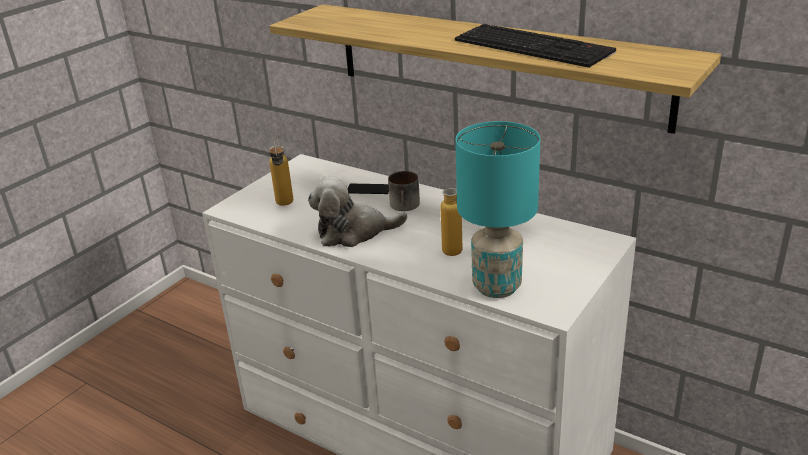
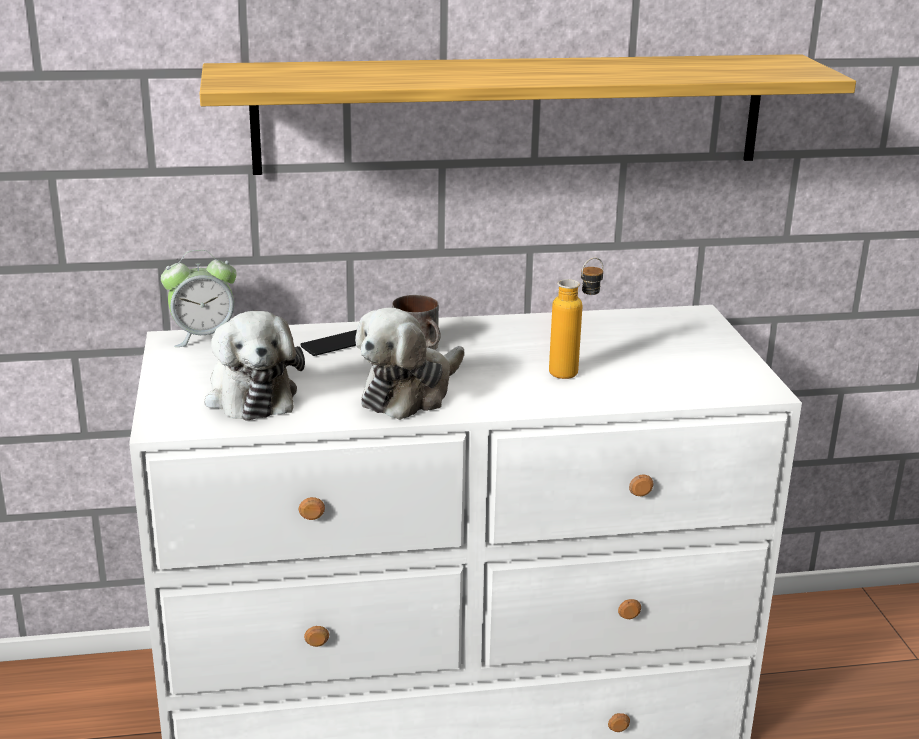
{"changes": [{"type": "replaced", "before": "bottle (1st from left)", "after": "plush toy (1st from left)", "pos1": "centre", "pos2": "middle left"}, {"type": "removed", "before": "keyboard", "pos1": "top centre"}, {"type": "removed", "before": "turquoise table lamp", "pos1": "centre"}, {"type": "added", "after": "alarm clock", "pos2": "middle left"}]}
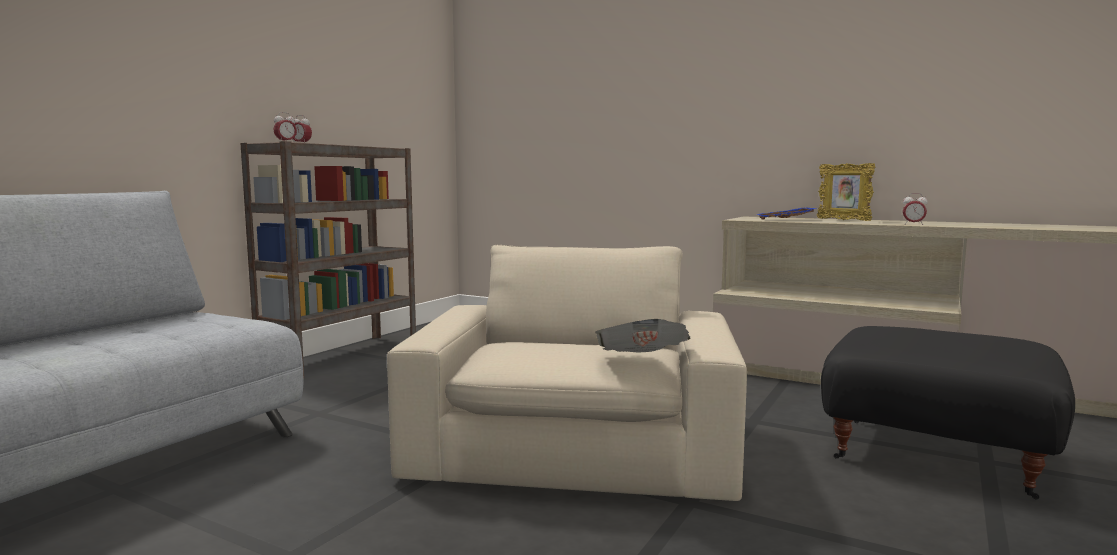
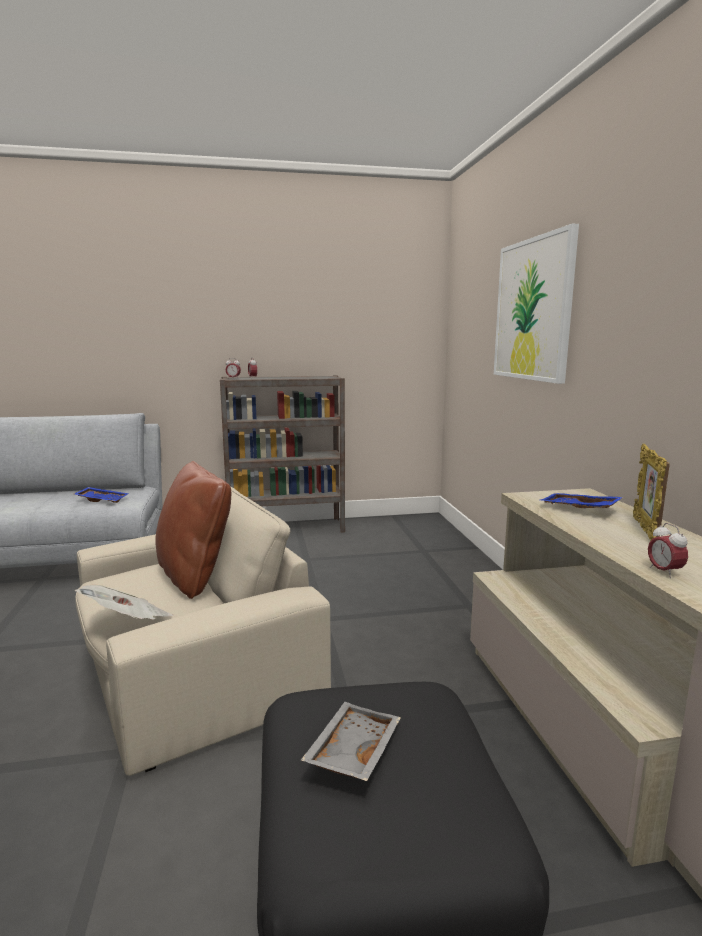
{"changes": [{"type": "added", "after": "blue tray (1st from left)", "pos2": "middle left"}, {"type": "added", "after": "brown pillow", "pos2": "middle left"}, {"type": "added", "after": "grey tray", "pos2": "bottom centre"}, {"type": "added", "after": "picture", "pos2": "top right"}]}
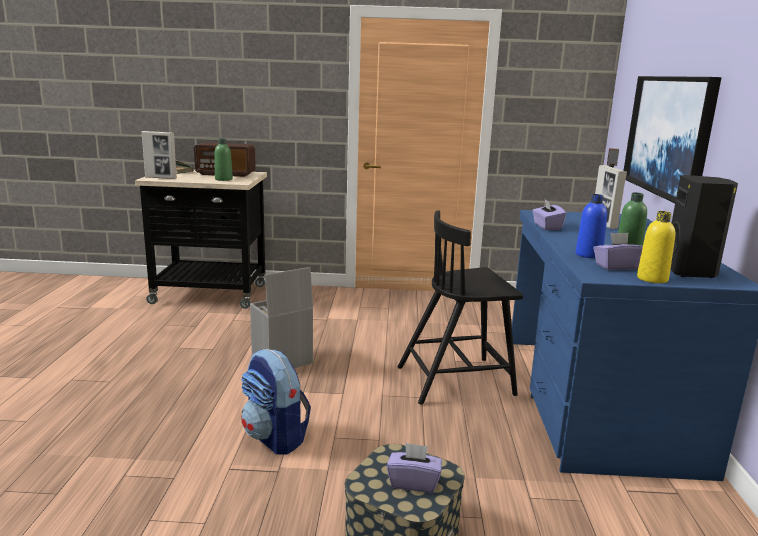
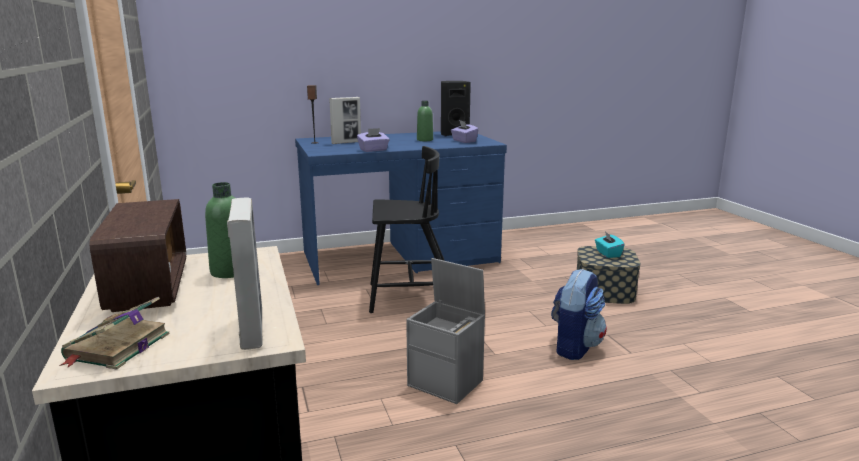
{"changes": [{"type": "recoloured", "before": "purple tissue box (1st from left)", "after": "turquoise tissue box", "pos1": "bottom centre", "pos2": "middle right"}, {"type": "turned", "before": "black chair", "pos1": "centre", "pos2": "centre", "turn": -60}, {"type": "removed", "before": "blue bottle", "pos1": "middle right"}, {"type": "removed", "before": "picture", "pos1": "top right"}, {"type": "removed", "before": "yellow bottle", "pos1": "middle right"}]}
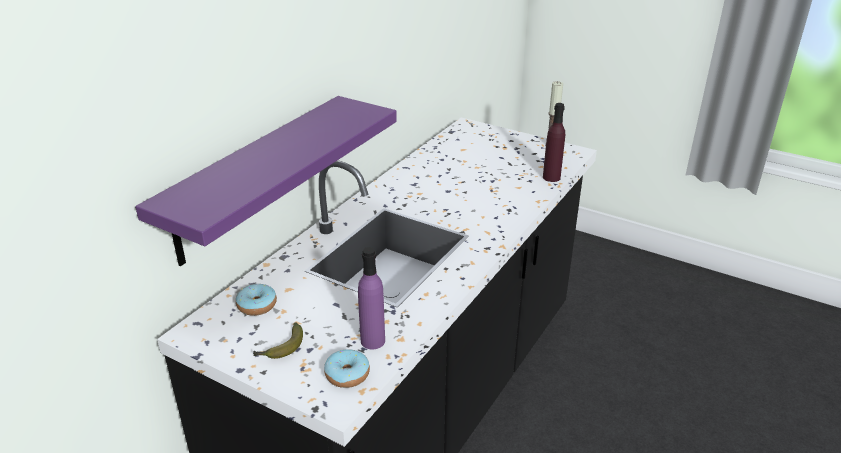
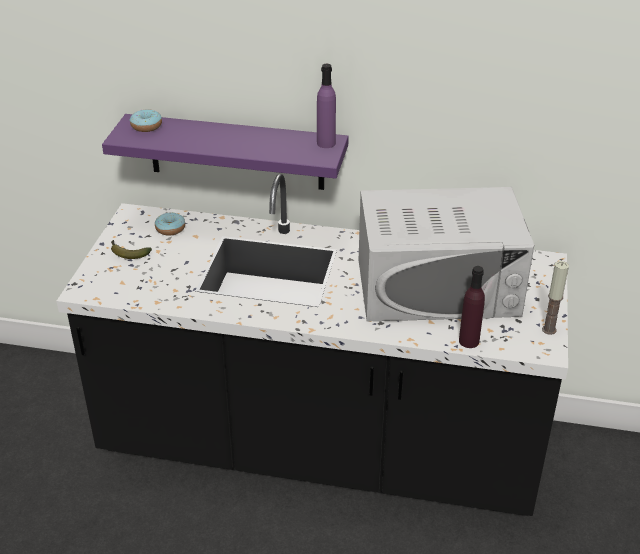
{"changes": [{"type": "moved", "before": "donut (2nd from left in the first image)", "after": "donut (1st from left)", "pos1": "bottom centre", "pos2": "top left"}, {"type": "moved", "before": "purple bottle (1st from left)", "pos1": "centre", "pos2": "top centre"}, {"type": "added", "after": "white microwave", "pos2": "middle right"}]}
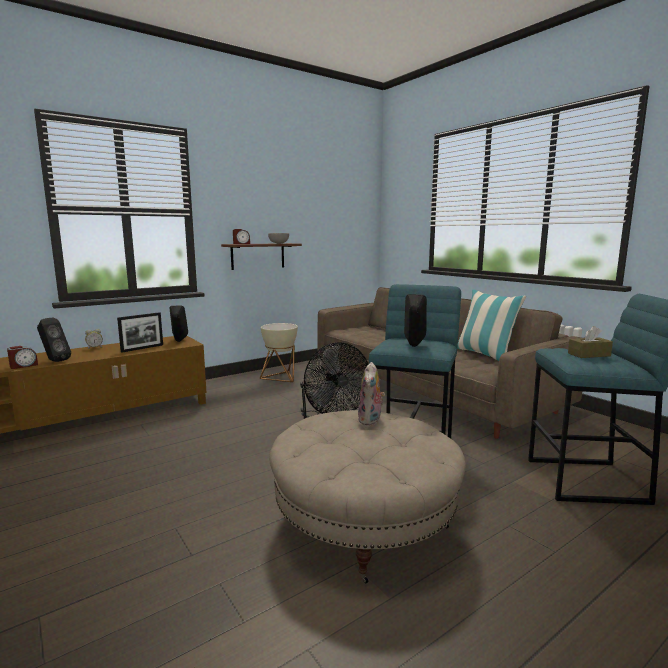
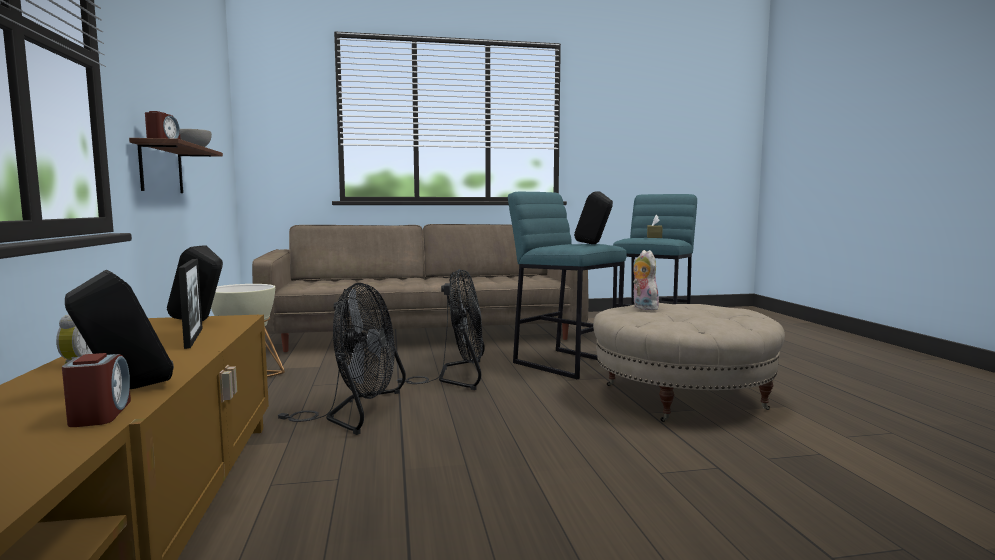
{"changes": [{"type": "turned", "before": "plush toy", "pos1": "centre", "pos2": "centre", "turn": -150}, {"type": "removed", "before": "pillow", "pos1": "middle right"}, {"type": "added", "after": "black fan (1st from left)", "pos2": "centre"}]}
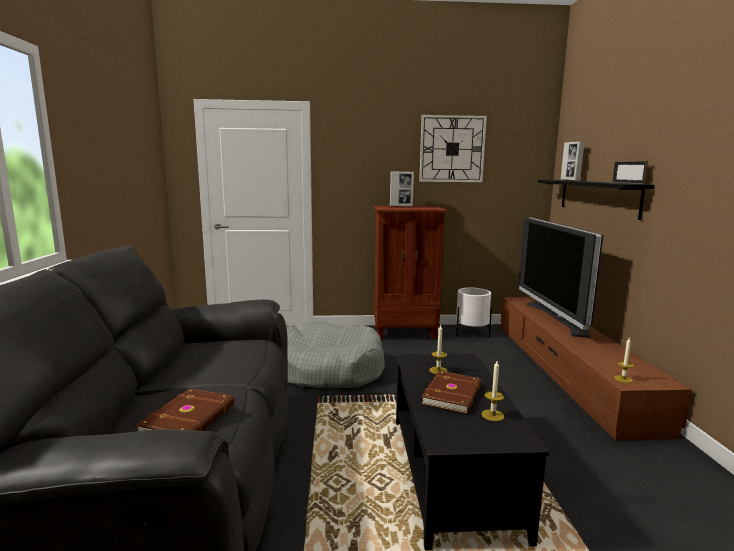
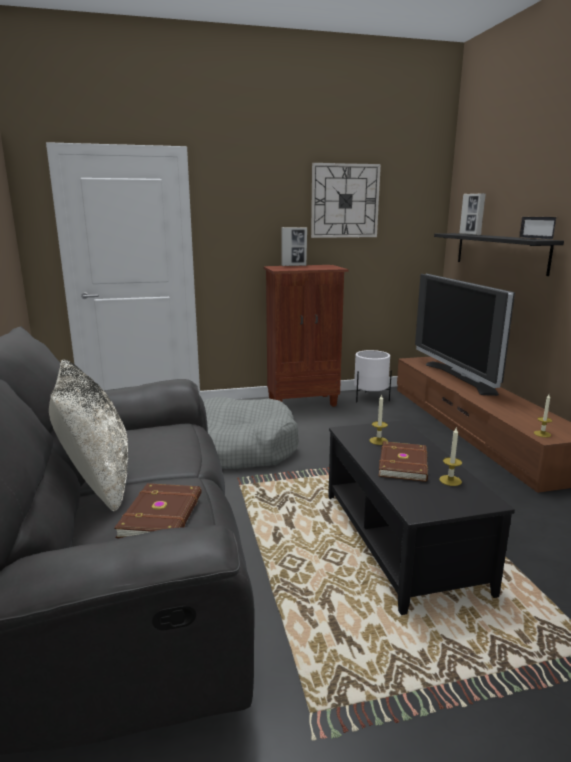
{"changes": [{"type": "added", "after": "beige pillow", "pos2": "middle left"}]}
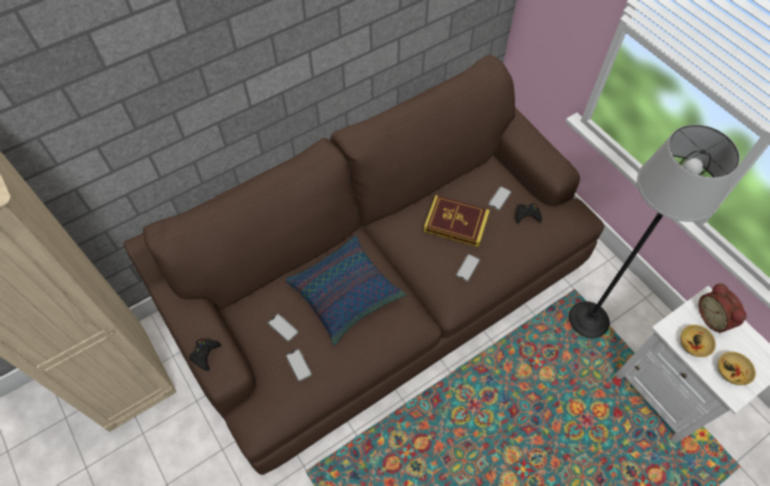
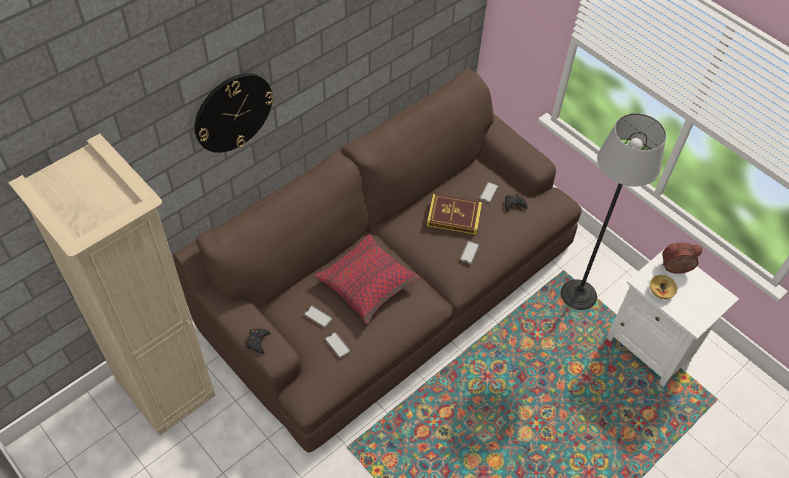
{"changes": [{"type": "recoloured", "before": "blue pillow", "after": "red pillow", "pos1": "centre", "pos2": "centre"}, {"type": "turned", "before": "alarm clock", "pos1": "middle right", "pos2": "middle right", "turn": 120}, {"type": "removed", "before": "beige bowl (2nd from left)", "pos1": "bottom right"}, {"type": "added", "after": "wall clock", "pos2": "top left"}]}
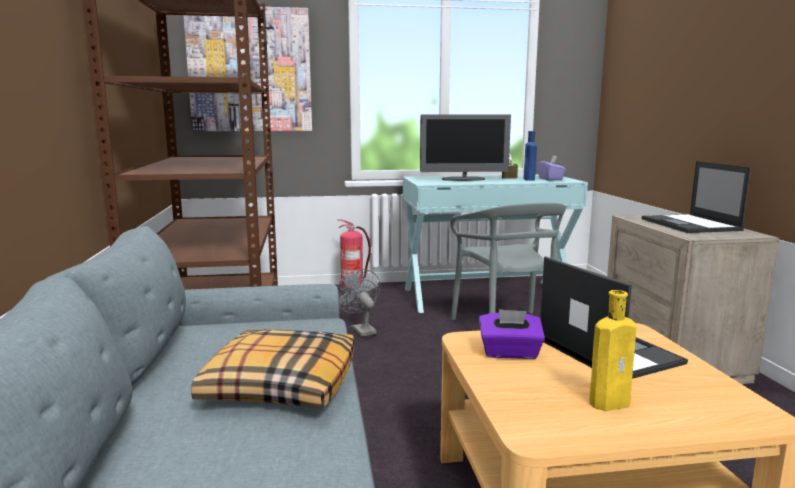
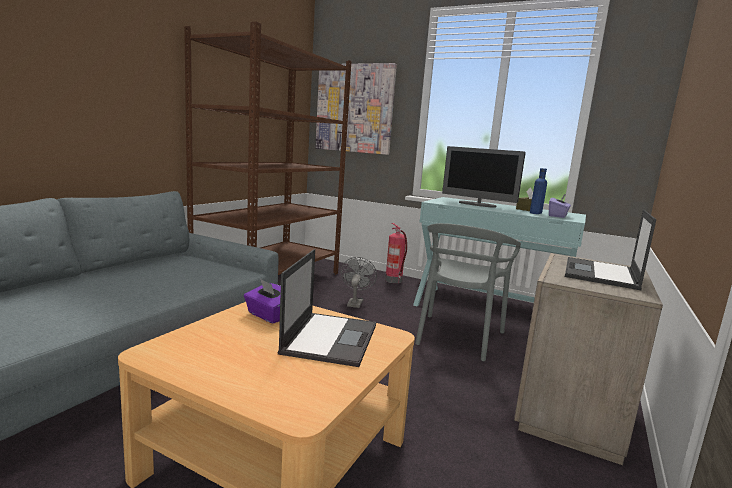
{"changes": [{"type": "removed", "before": "pillow", "pos1": "bottom centre"}, {"type": "removed", "before": "yellow bottle", "pos1": "bottom right"}]}
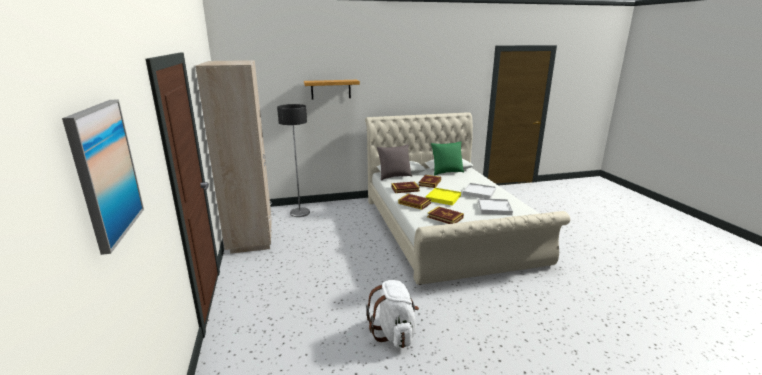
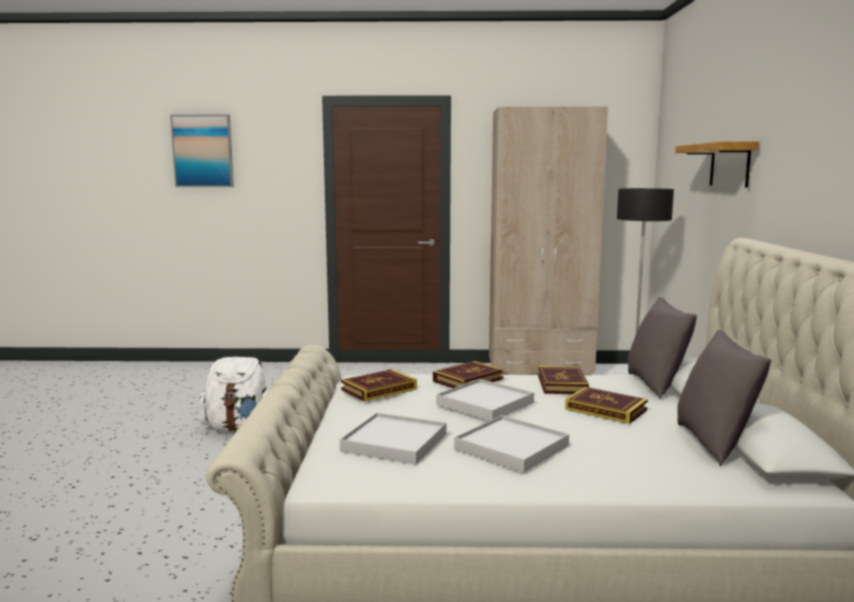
{"changes": [{"type": "recoloured", "before": "yellow tray", "after": "white tray (2nd from left)", "pos1": "centre", "pos2": "centre"}, {"type": "recoloured", "before": "green pillow", "after": "grey pillow (2nd from left)", "pos1": "centre", "pos2": "middle right"}]}
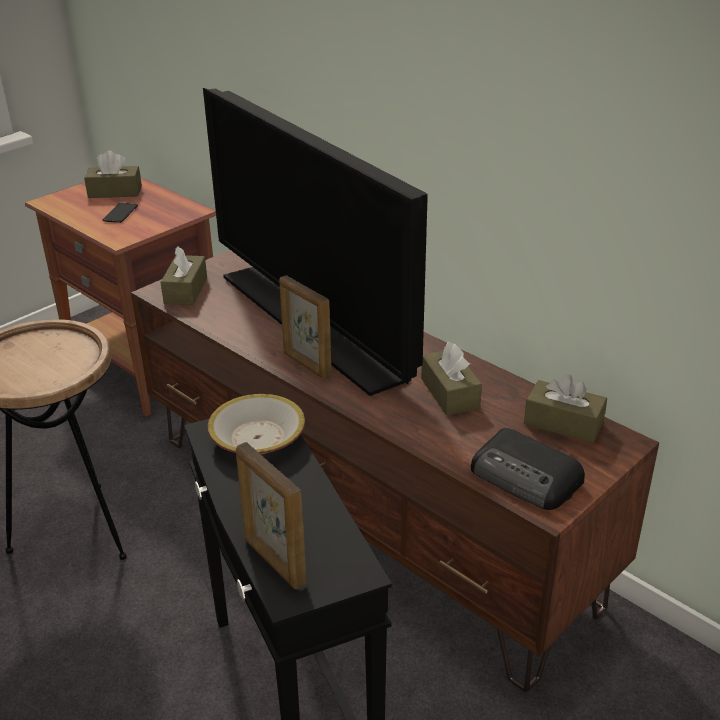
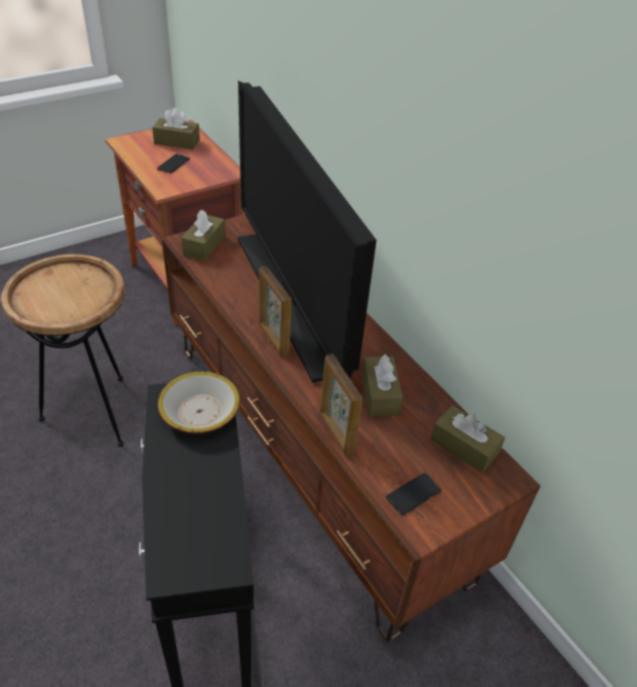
{"changes": [{"type": "moved", "before": "picture frame (1st from left in the first image)", "after": "picture frame (2nd from left)", "pos1": "bottom centre", "pos2": "centre"}, {"type": "replaced", "before": "radio", "after": "phone (2nd from left)", "pos1": "middle right", "pos2": "bottom centre"}]}
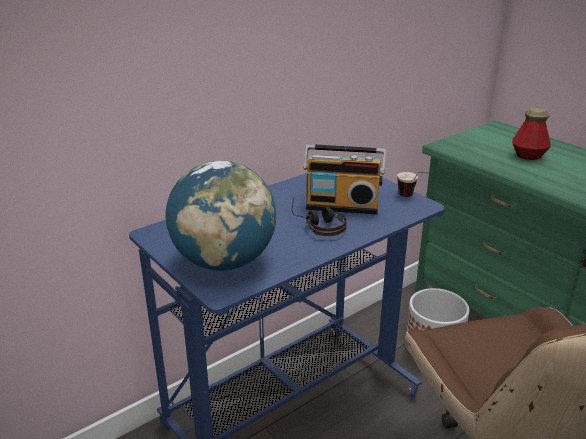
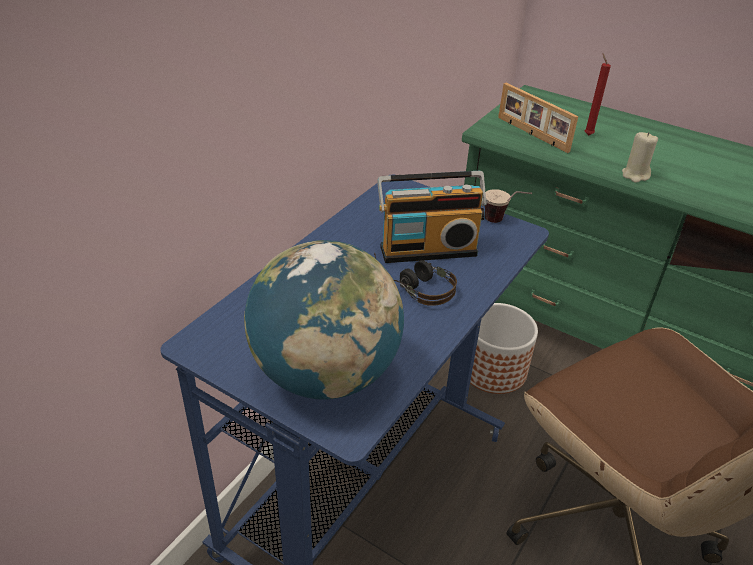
{"changes": [{"type": "replaced", "before": "bottle", "after": "red candle", "pos1": "top right", "pos2": "top right"}, {"type": "added", "after": "picture frame", "pos2": "top right"}, {"type": "added", "after": "beige candle", "pos2": "top right"}]}
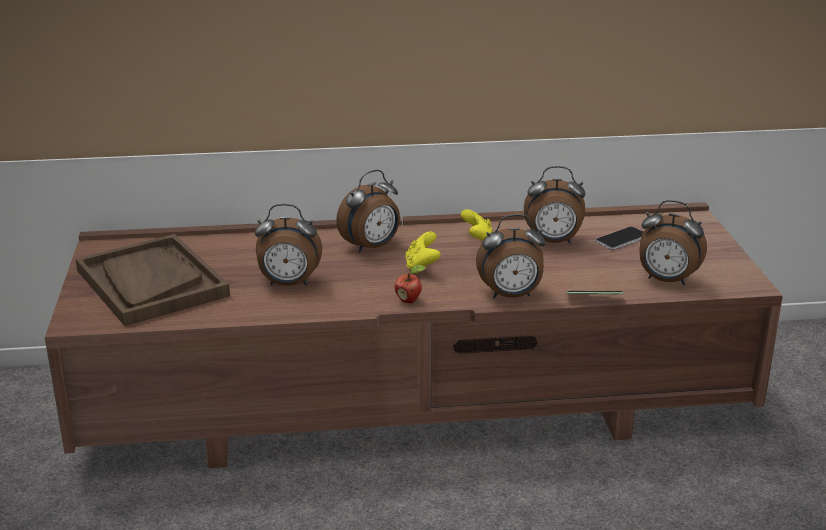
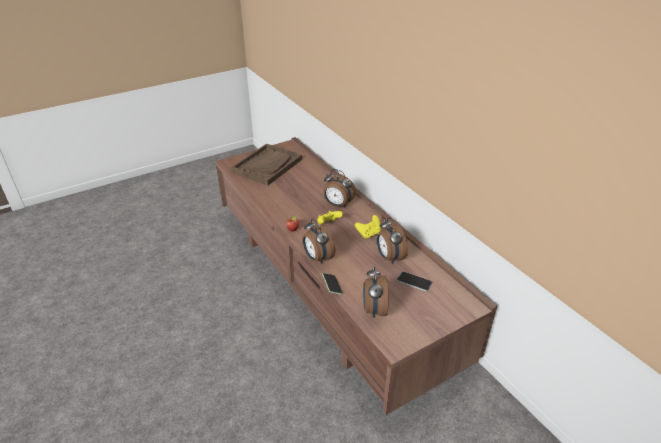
{"changes": [{"type": "removed", "before": "alarm clock (1st from left)", "pos1": "centre"}]}
